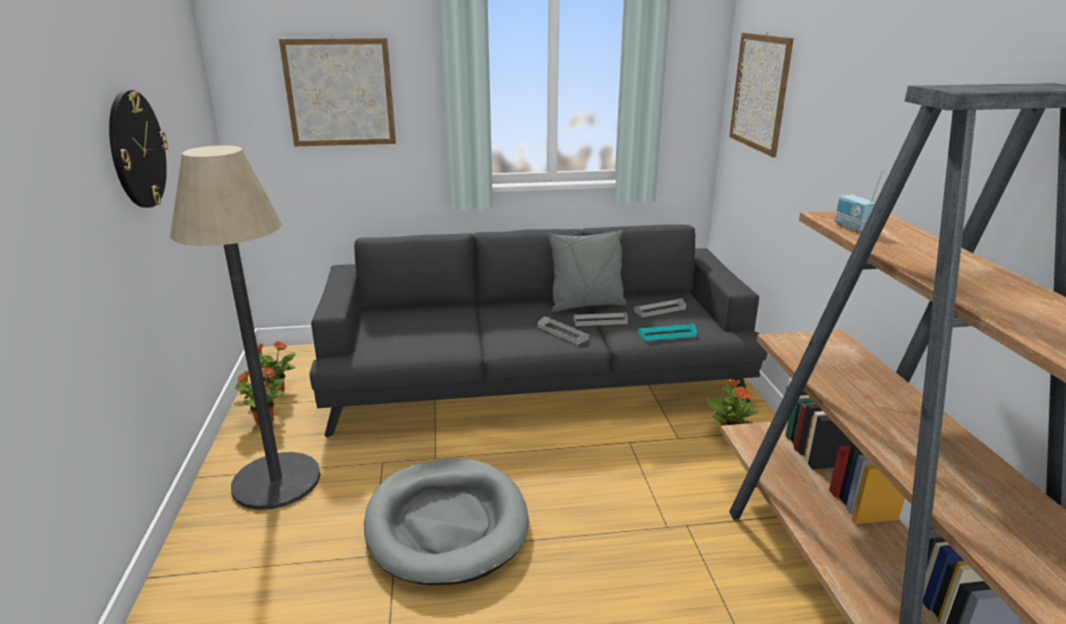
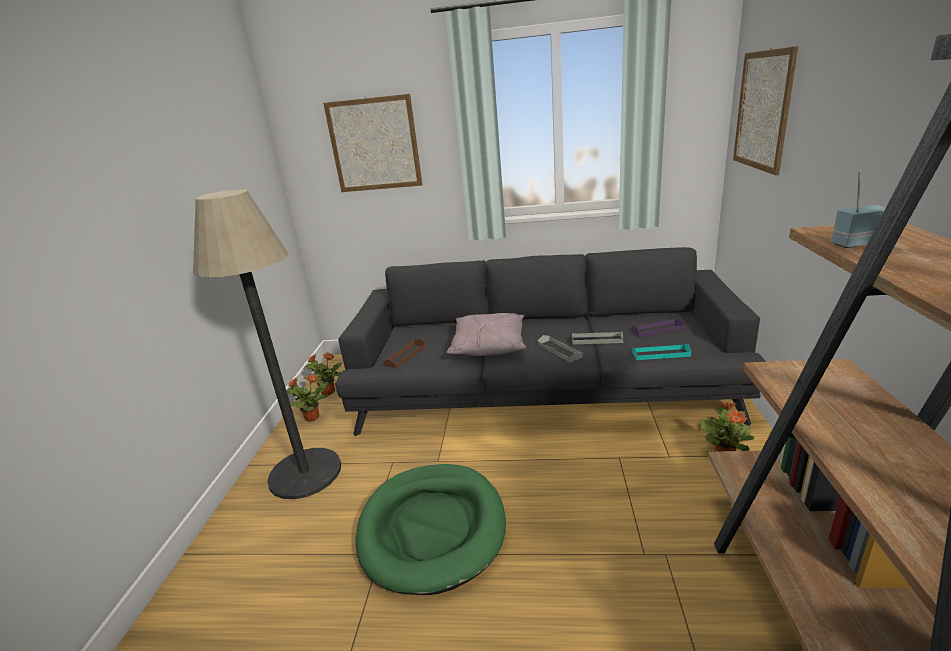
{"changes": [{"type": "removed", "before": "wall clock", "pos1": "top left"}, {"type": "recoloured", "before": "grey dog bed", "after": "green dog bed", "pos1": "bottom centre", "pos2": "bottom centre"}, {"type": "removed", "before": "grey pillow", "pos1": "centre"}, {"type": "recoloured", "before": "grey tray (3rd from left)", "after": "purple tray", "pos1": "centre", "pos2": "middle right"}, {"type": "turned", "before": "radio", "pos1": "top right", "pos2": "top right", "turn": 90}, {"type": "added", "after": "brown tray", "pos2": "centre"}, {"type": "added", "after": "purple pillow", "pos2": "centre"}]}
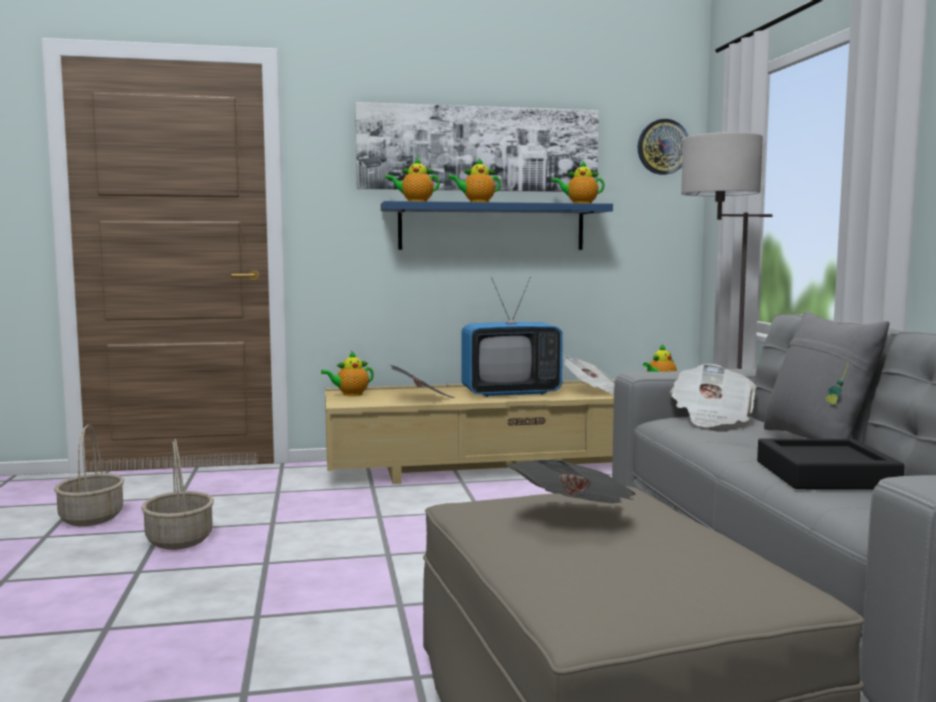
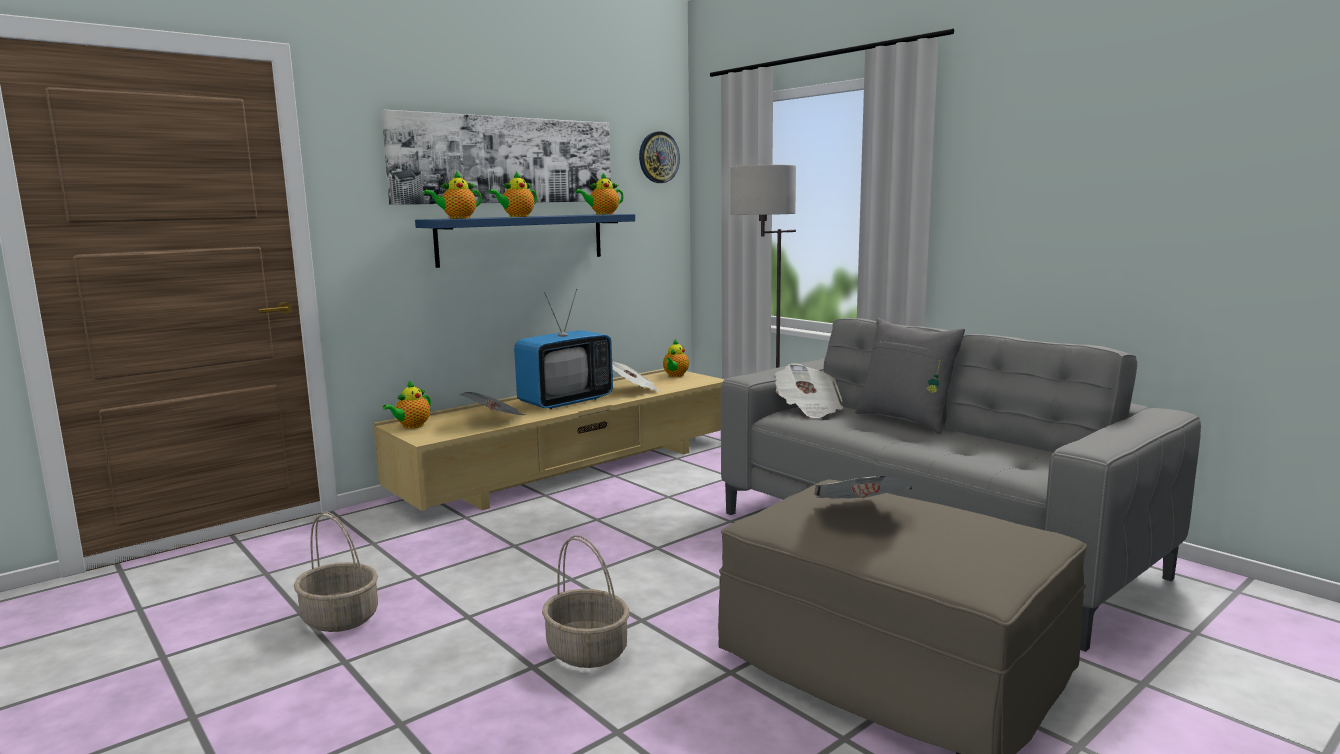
{"changes": [{"type": "moved", "before": "basket (1st from left in the first image)", "after": "basket (2nd from left)", "pos1": "bottom left", "pos2": "bottom centre"}, {"type": "removed", "before": "black tray", "pos1": "middle right"}]}
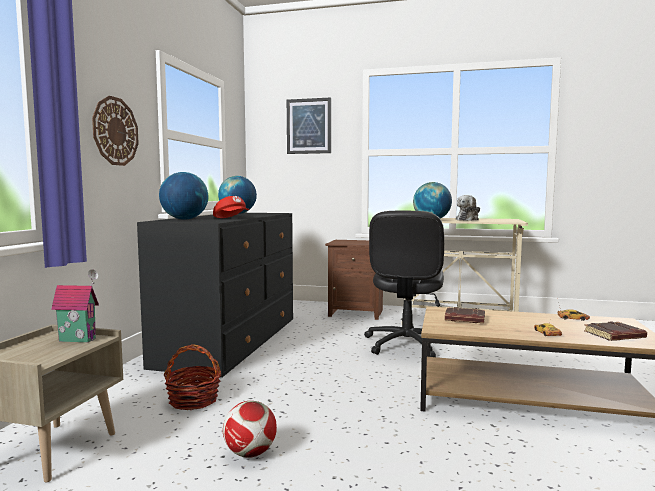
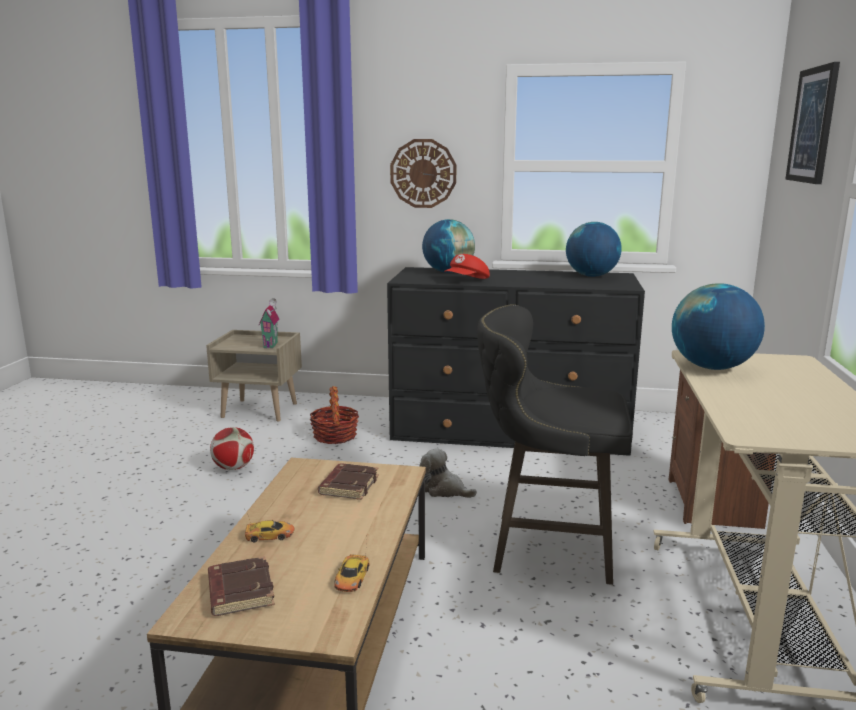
{"changes": [{"type": "replaced", "before": "black office chair", "after": "black stool", "pos1": "centre", "pos2": "centre"}, {"type": "moved", "before": "plush toy", "pos1": "middle right", "pos2": "centre"}]}
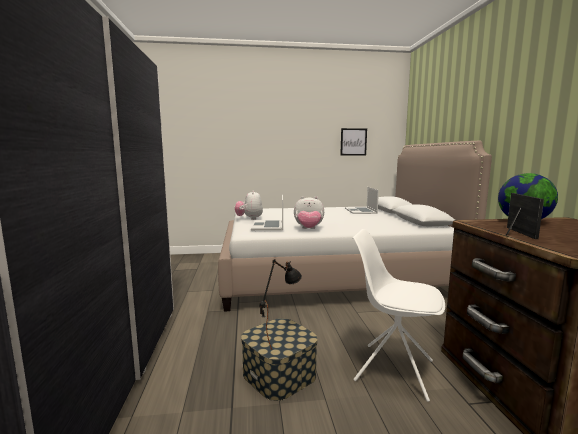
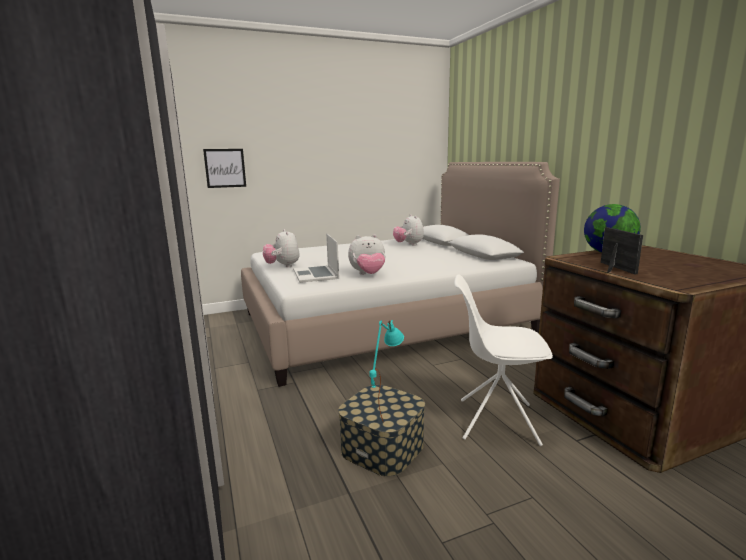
{"changes": [{"type": "recoloured", "before": "black table lamp", "after": "turquoise table lamp", "pos1": "bottom centre", "pos2": "centre"}, {"type": "moved", "before": "picture", "pos1": "top centre", "pos2": "top left"}, {"type": "replaced", "before": "laptop (2nd from left)", "after": "plush toy (3rd from left)", "pos1": "centre", "pos2": "centre"}]}
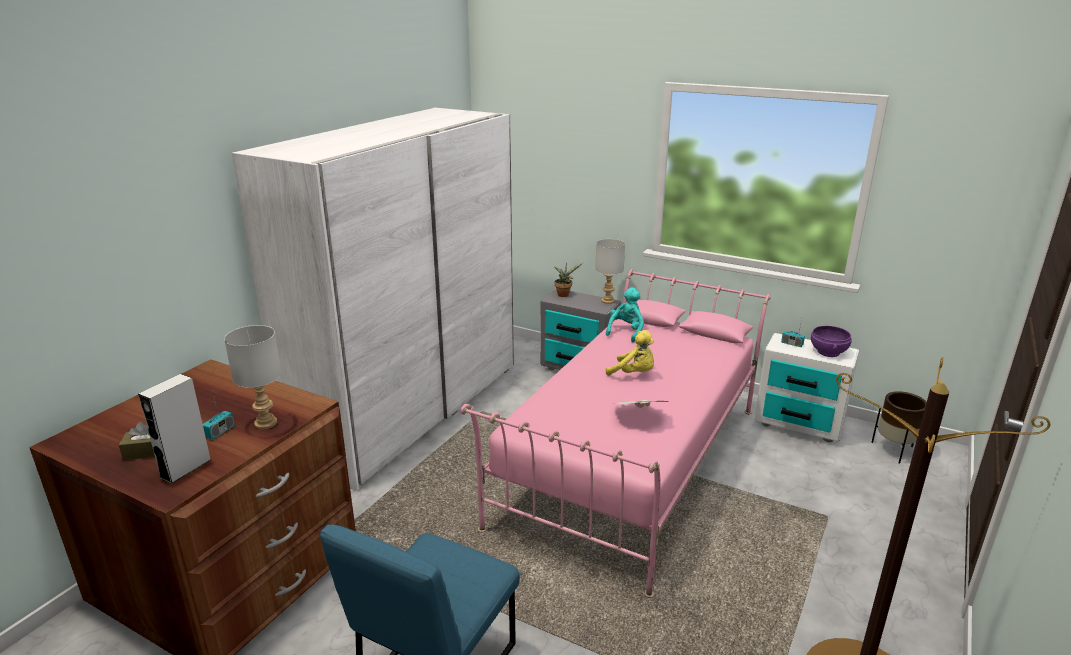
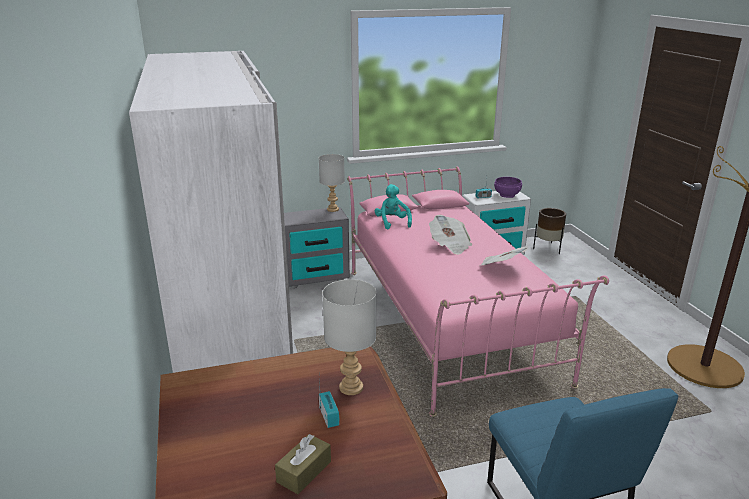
{"changes": [{"type": "removed", "before": "grey speaker", "pos1": "middle left"}, {"type": "removed", "before": "potted plant", "pos1": "centre"}, {"type": "replaced", "before": "yellow plush toy", "after": "newspaper (1st from left)", "pos1": "centre", "pos2": "centre"}]}
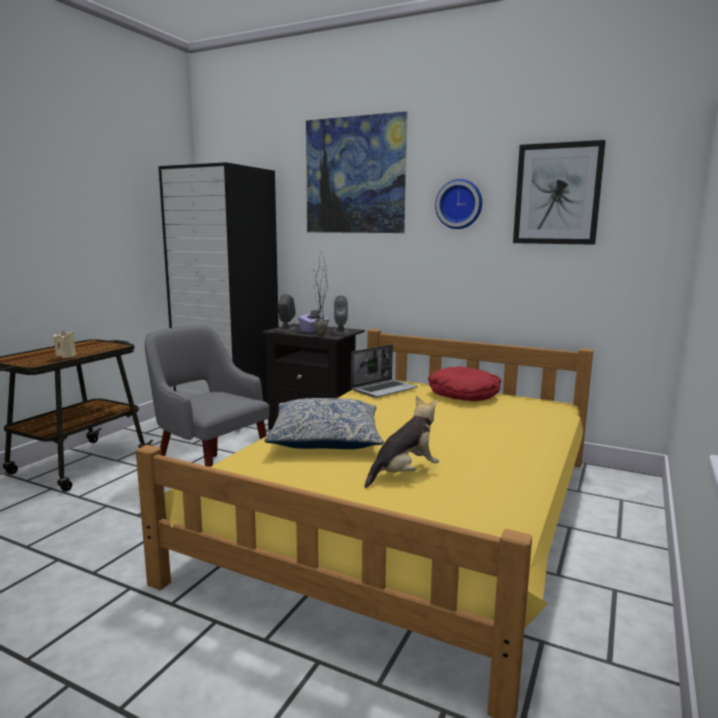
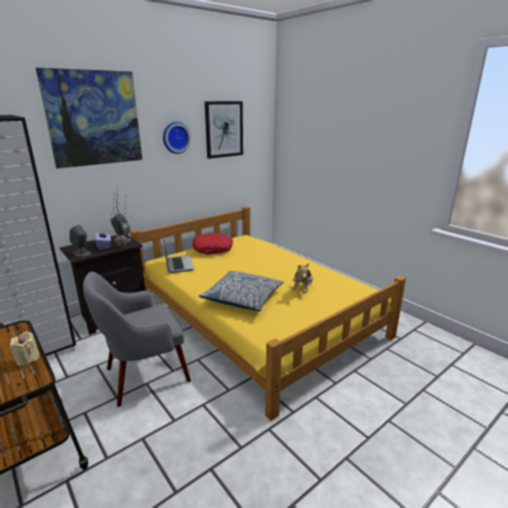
{"changes": [{"type": "turned", "before": "plush toy", "pos1": "centre", "pos2": "centre", "turn": -150}]}
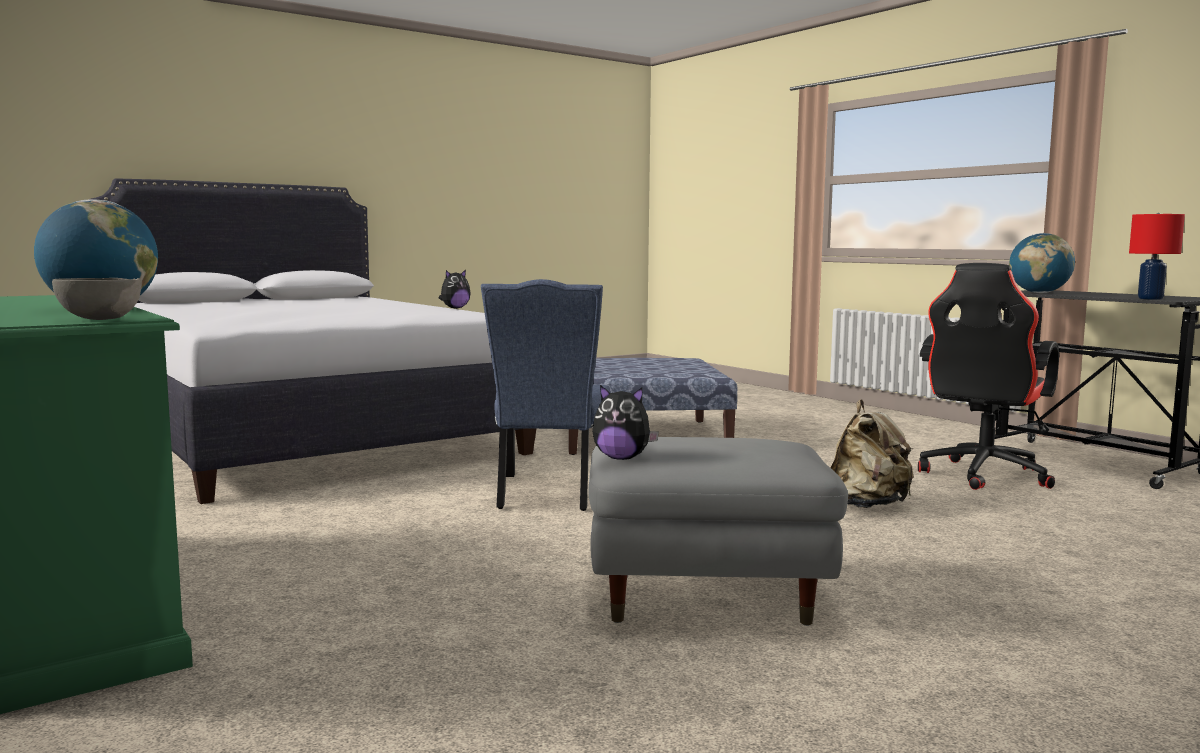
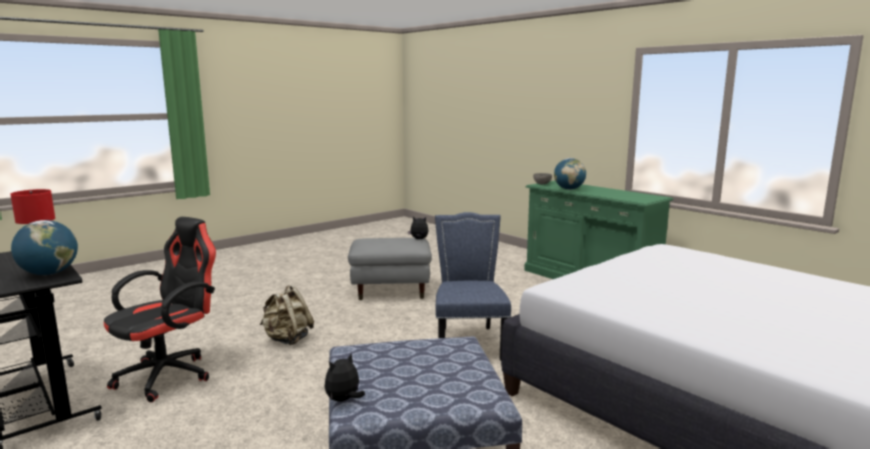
{"changes": [{"type": "moved", "before": "plush toy (1st from left)", "pos1": "centre", "pos2": "bottom centre"}]}
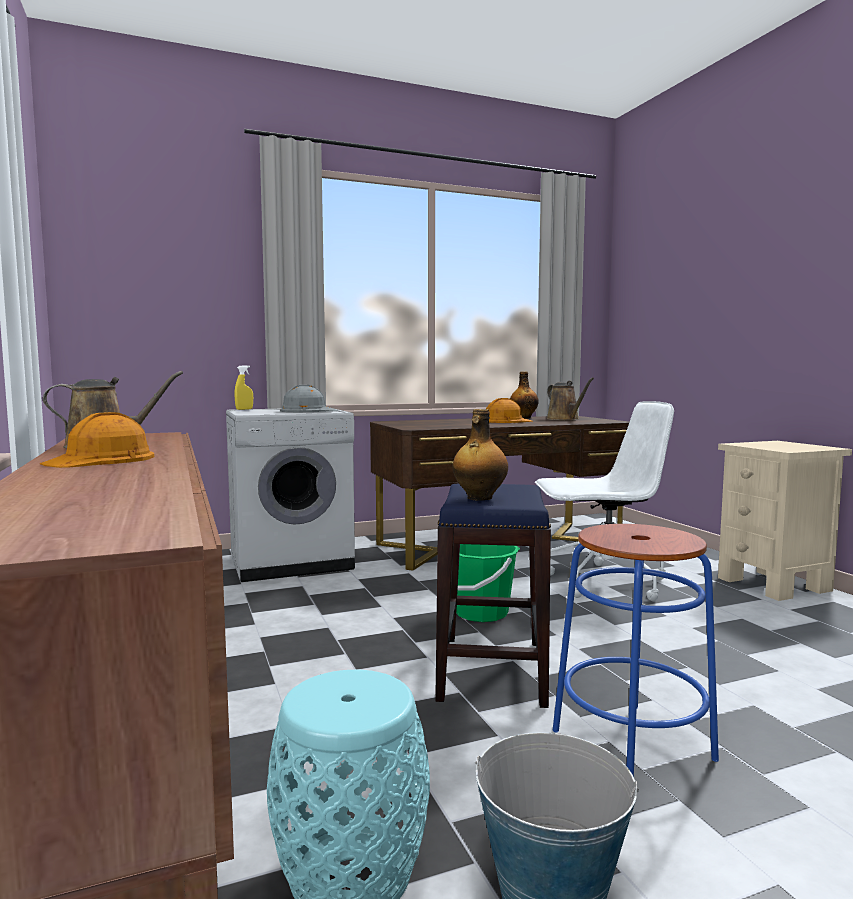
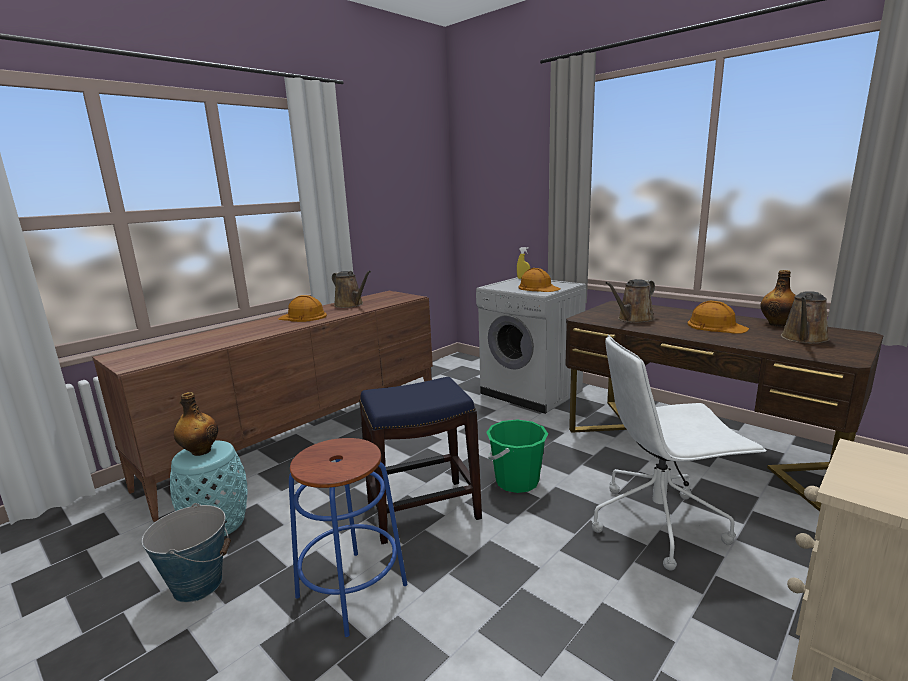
{"changes": [{"type": "recoloured", "before": "grey hard hat", "after": "orange hard hat (2nd from left)", "pos1": "centre", "pos2": "centre"}, {"type": "moved", "before": "bottle (1st from left)", "pos1": "centre", "pos2": "middle left"}, {"type": "turned", "before": "white office chair", "pos1": "middle right", "pos2": "middle right", "turn": 120}, {"type": "added", "after": "brown watering can (2nd from left)", "pos2": "middle right"}]}
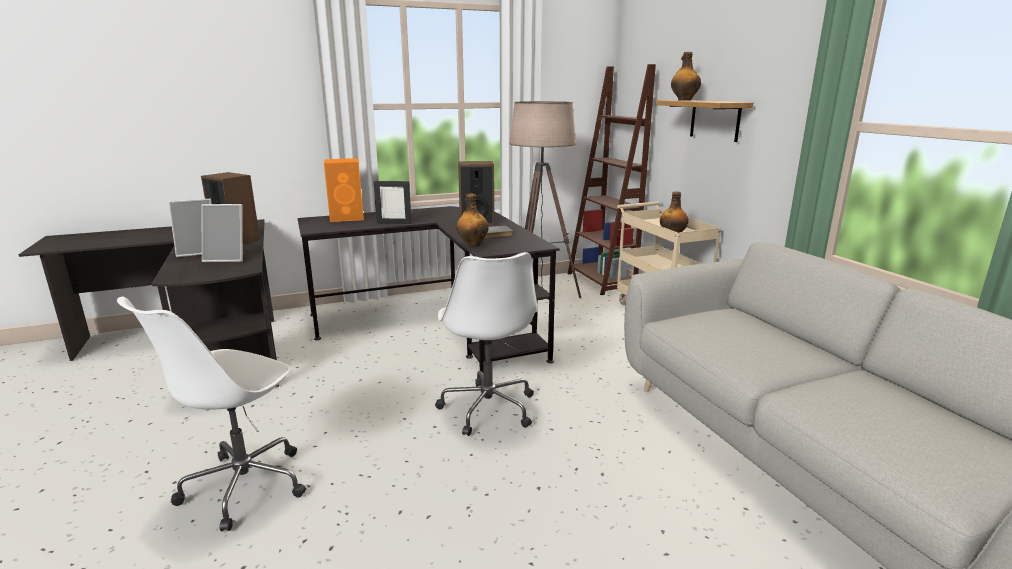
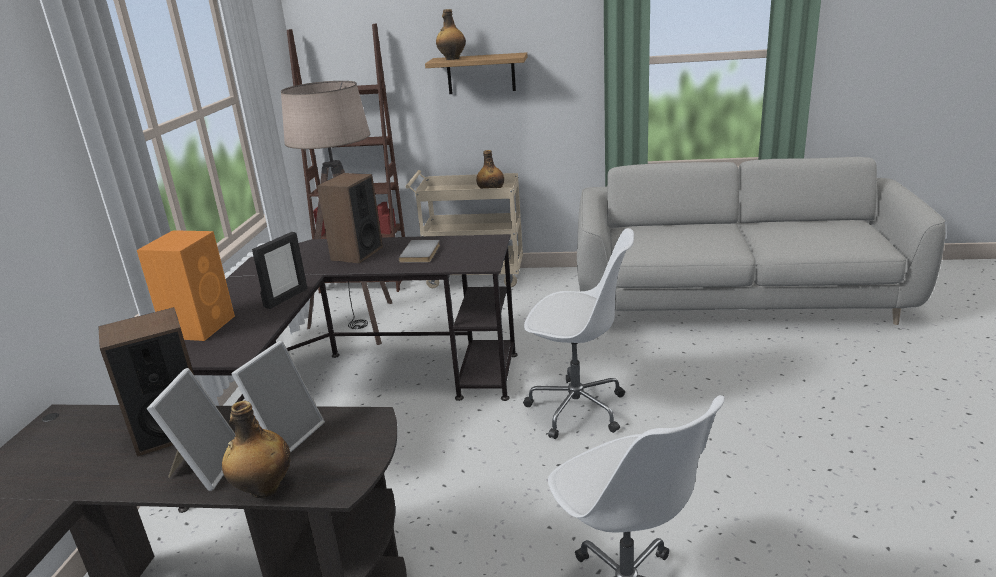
{"changes": [{"type": "moved", "before": "bottle (1st from left)", "pos1": "centre", "pos2": "bottom left"}]}
